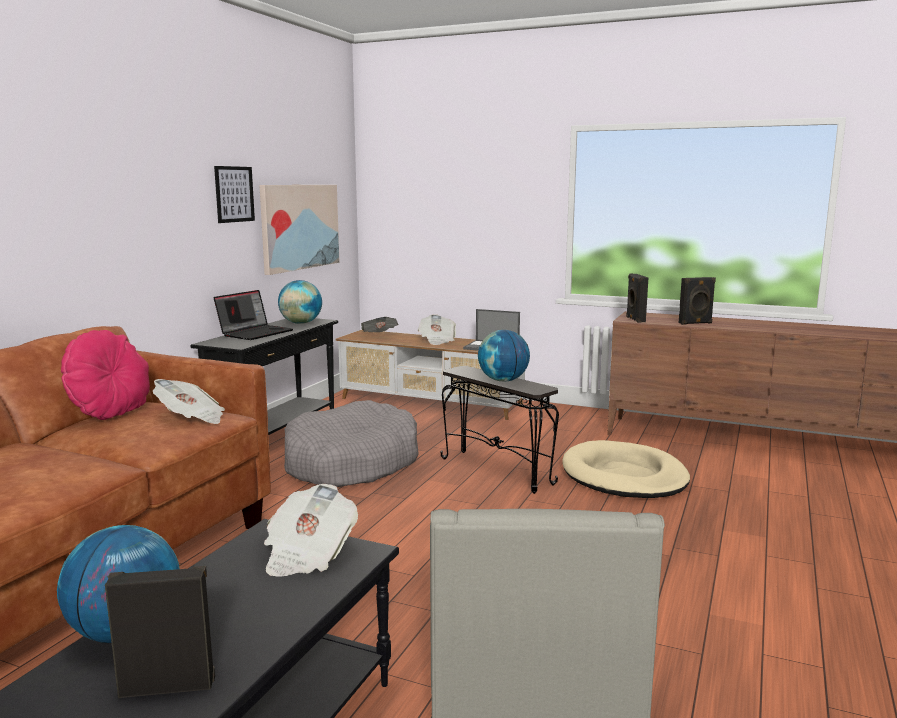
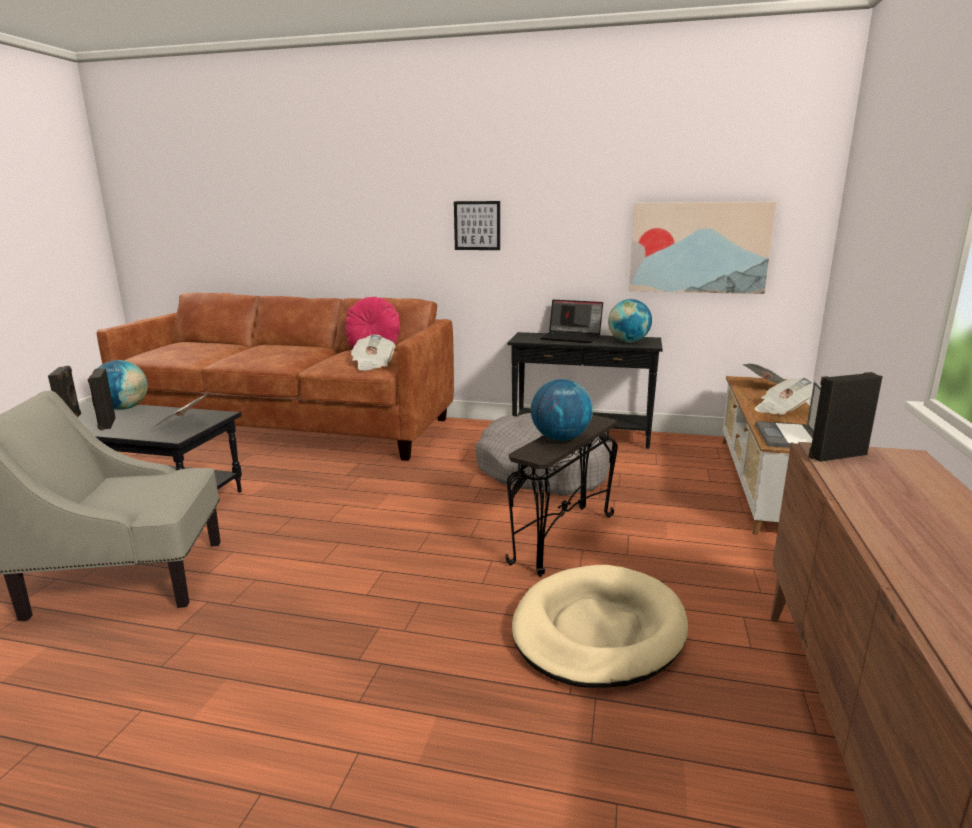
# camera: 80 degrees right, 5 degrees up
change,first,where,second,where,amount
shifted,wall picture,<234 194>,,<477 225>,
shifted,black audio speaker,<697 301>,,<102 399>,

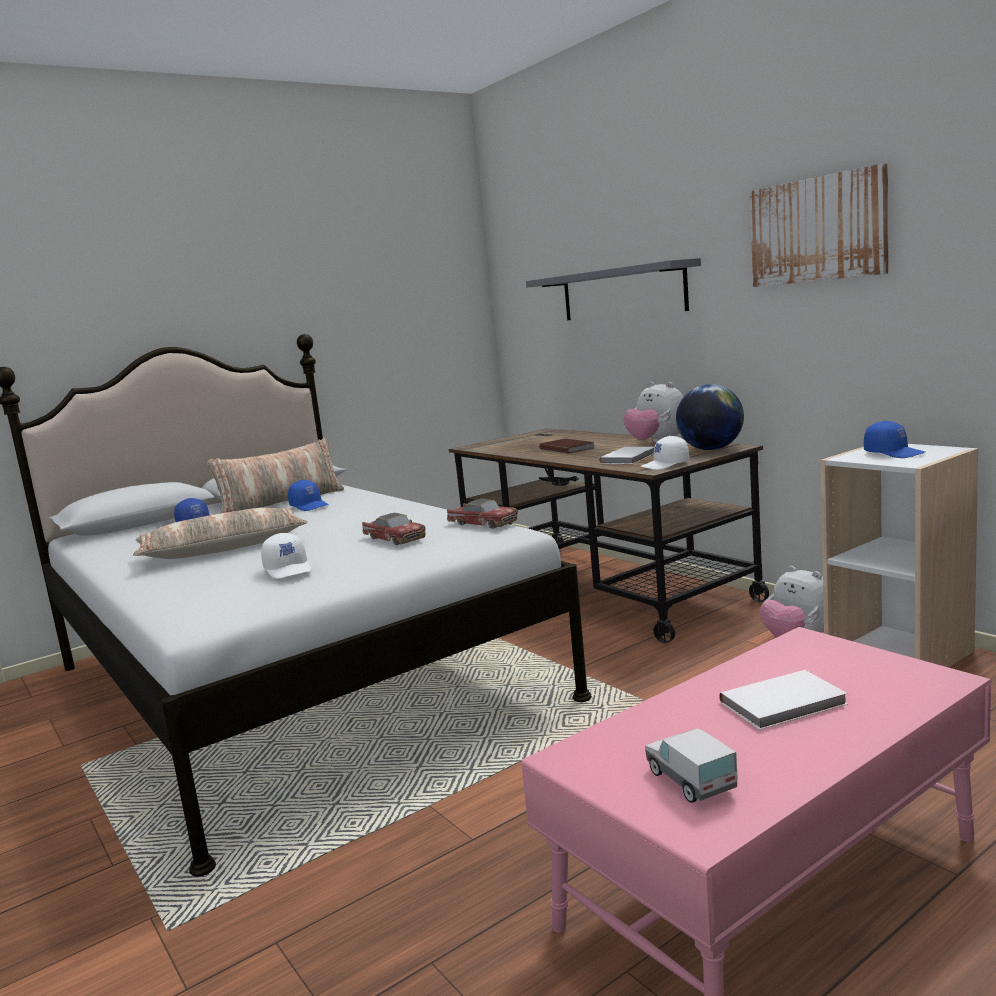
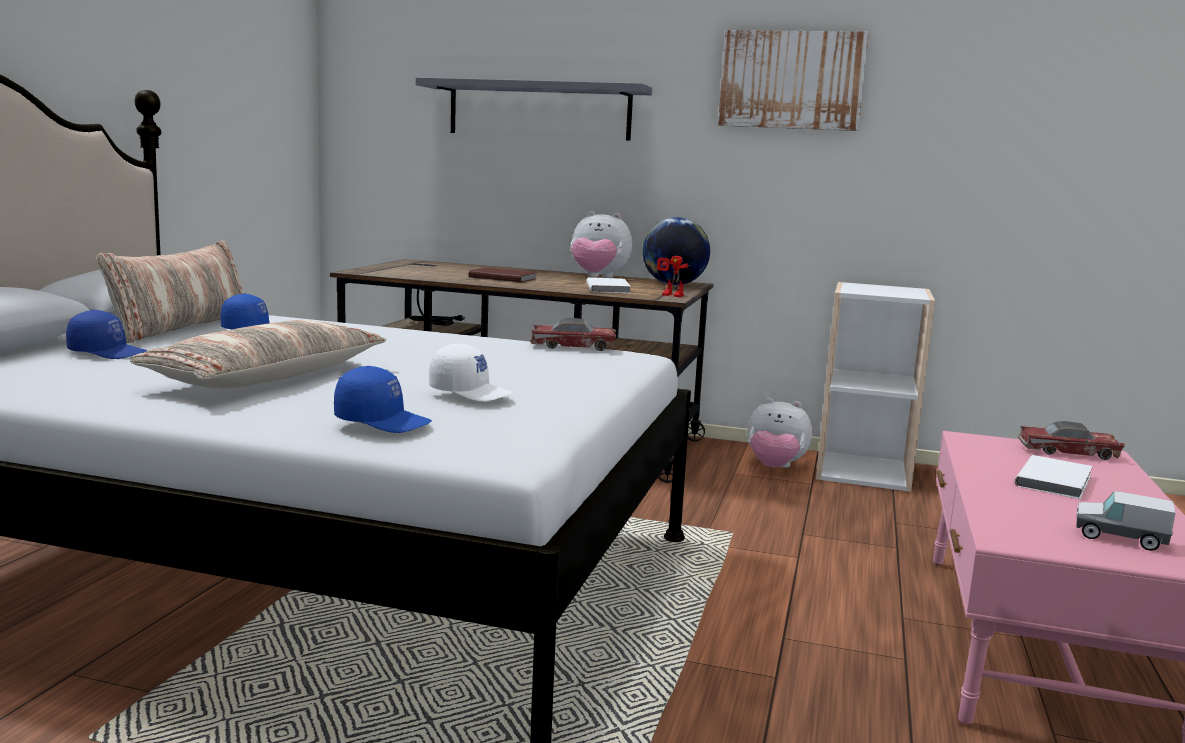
# camera: 40 degrees left, 0 degrees up
change,first,where,second,where,amount
shifted,blue peaked cap,<894 439>,,<383 399>,
swapped,white-coloured peaked cap,<665 453>,toy robot,<674 276>,
shifted,toy car,<393 529>,,<1071 440>,

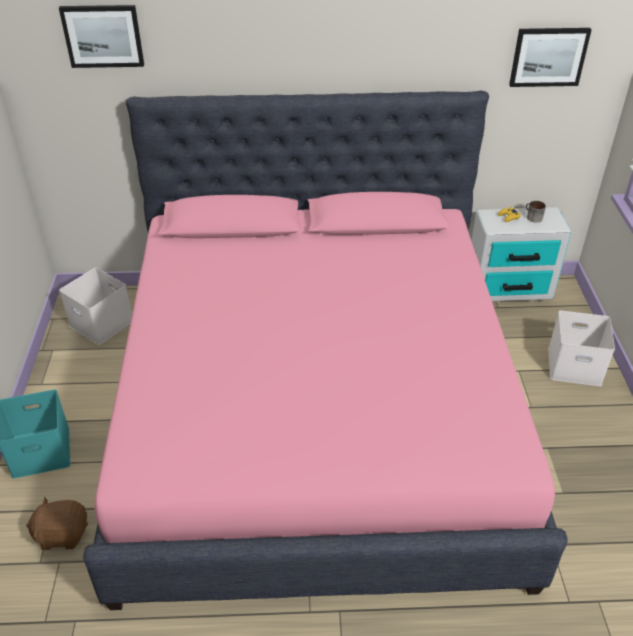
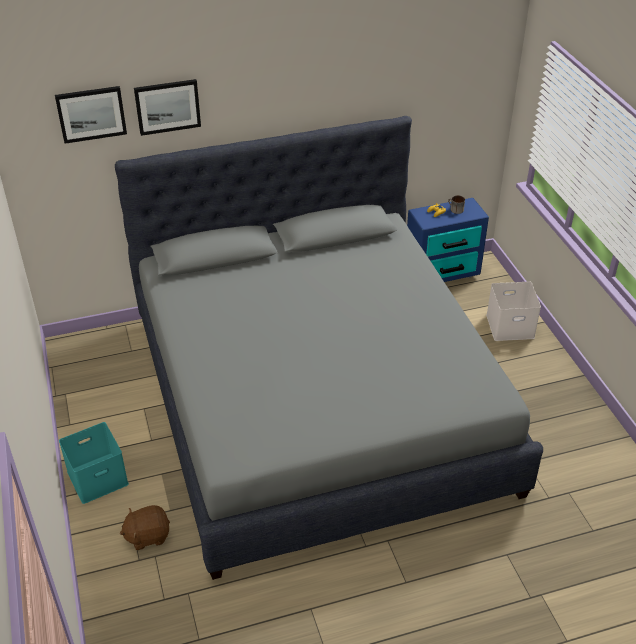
# camera: 15 degrees left, 0 degrees up
change,first,where,second,where,amount
shifted,wall picture,<550 57>,,<167 107>,
repainted,pinkish bed,<325 350>,greyish bed,<329 348>,
repainted,white-coloured bedside table,<521 254>,blue bedside table,<448 240>,
gone,white-coloured storage box,<95 306>,,,

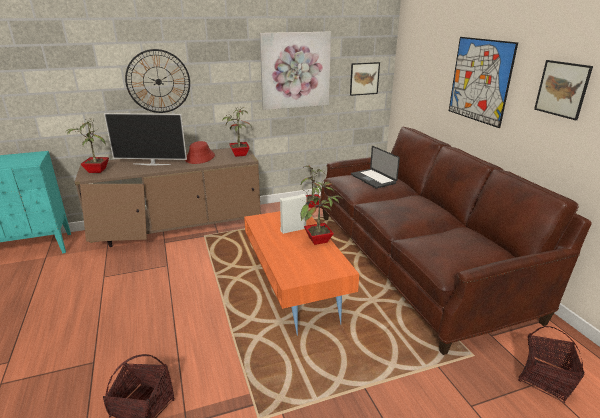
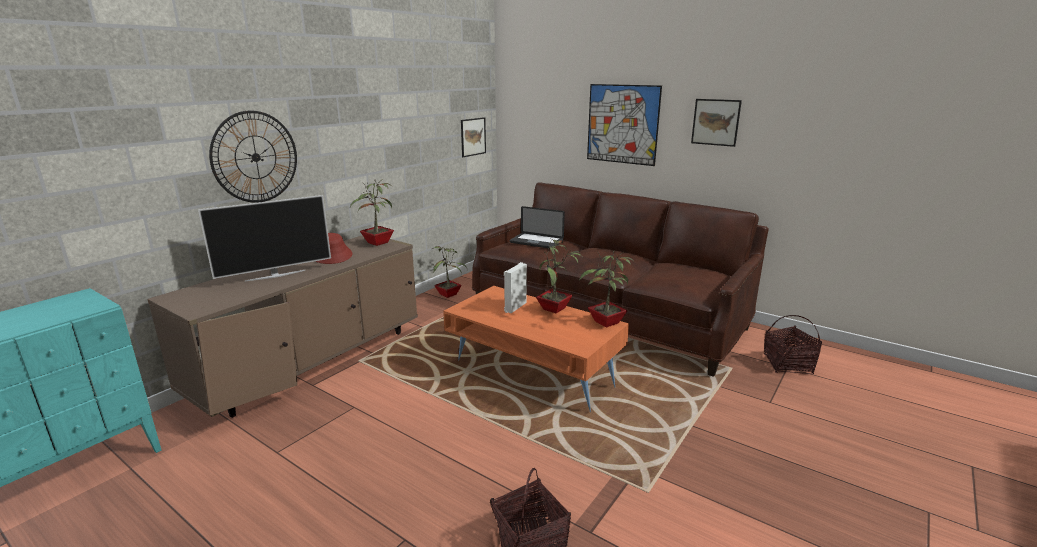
# camera: 35 degrees left, 5 degrees down
change,first,where,second,where,amount
gone,wall picture,<295 71>,,,
shifted,plant in a pot,<88 145>,,<606 289>,

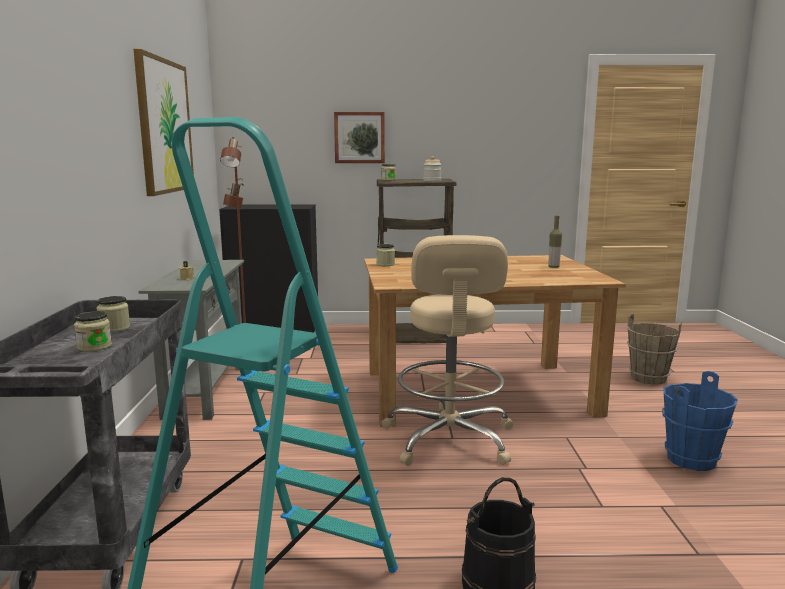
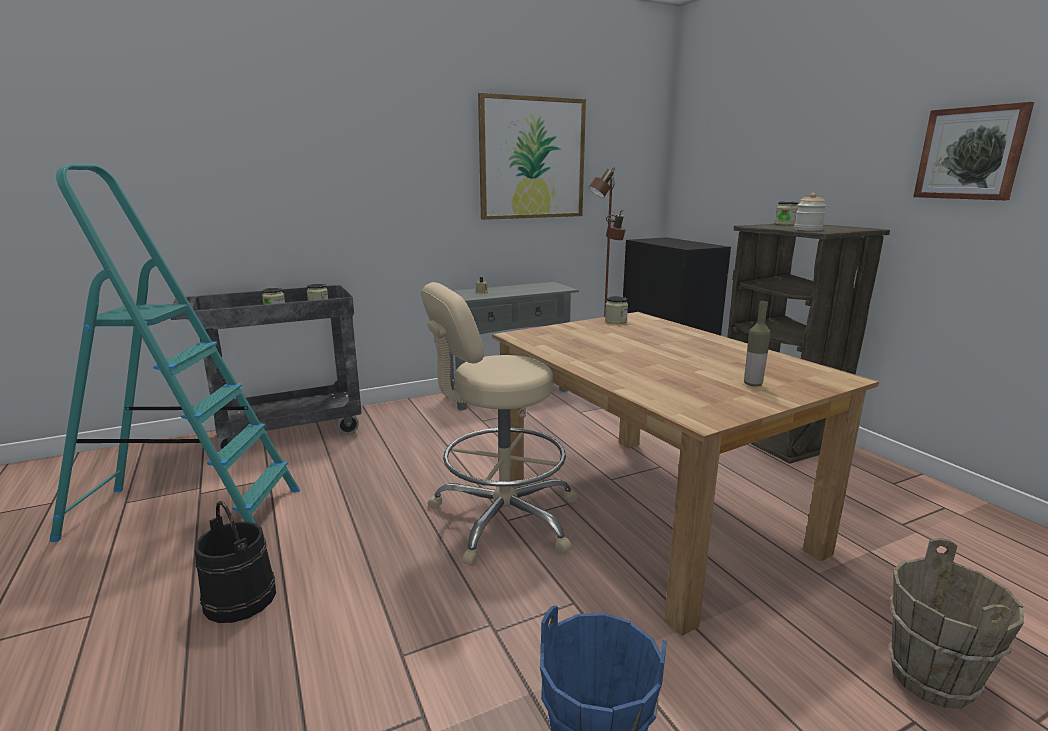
# camera: 65 degrees right, 5 degrees up
change,first,where,second,where,amount
shifted,wall picture,<359 137>,,<973 151>,

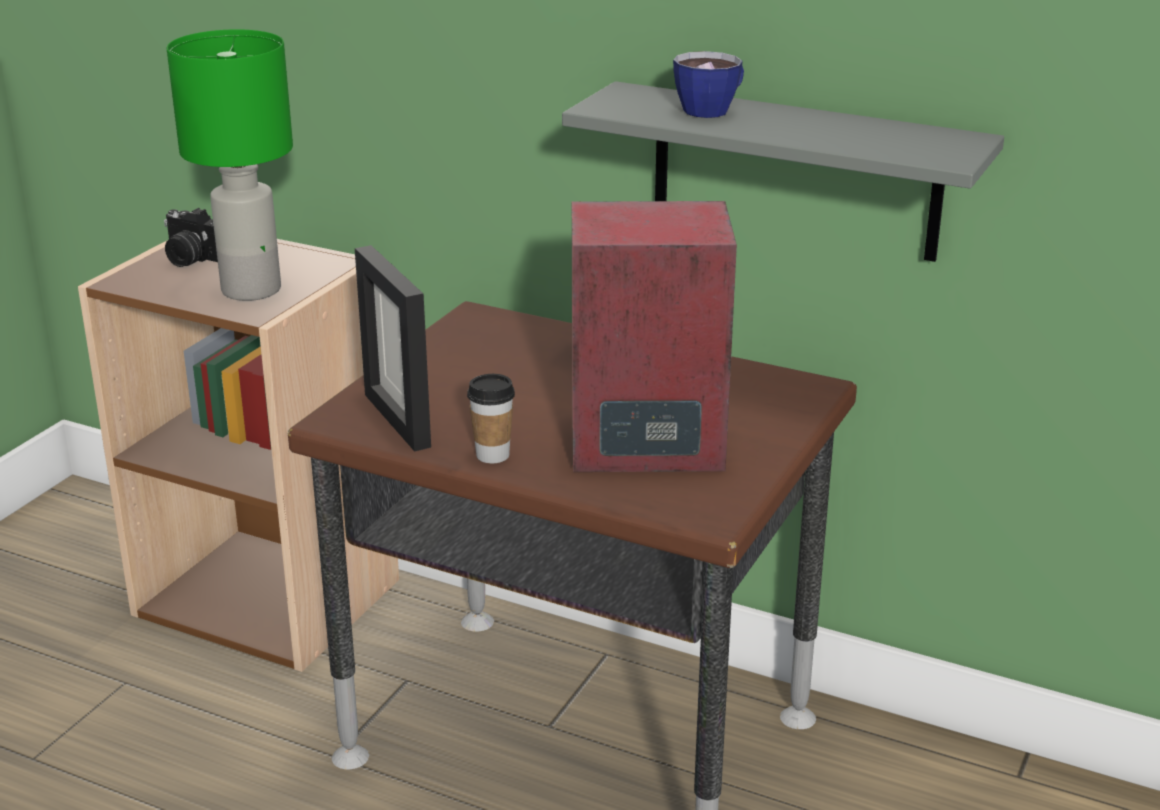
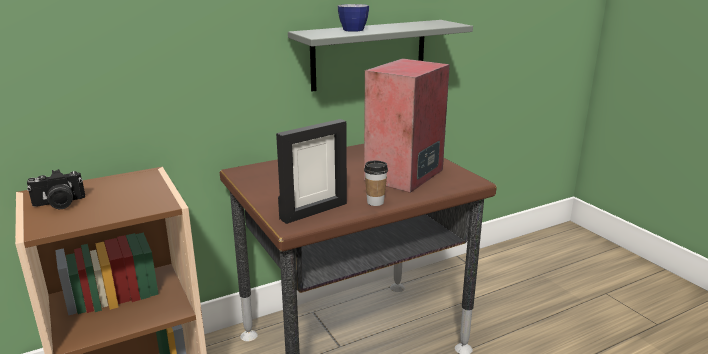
# camera: 55 degrees left, 5 degrees down
change,first,where,second,where,amount
gone,greenish lamp for a table,<229 165>,,,
rotated,photo frame,<393 348>,,<311 171>,45 degrees counterclockwise

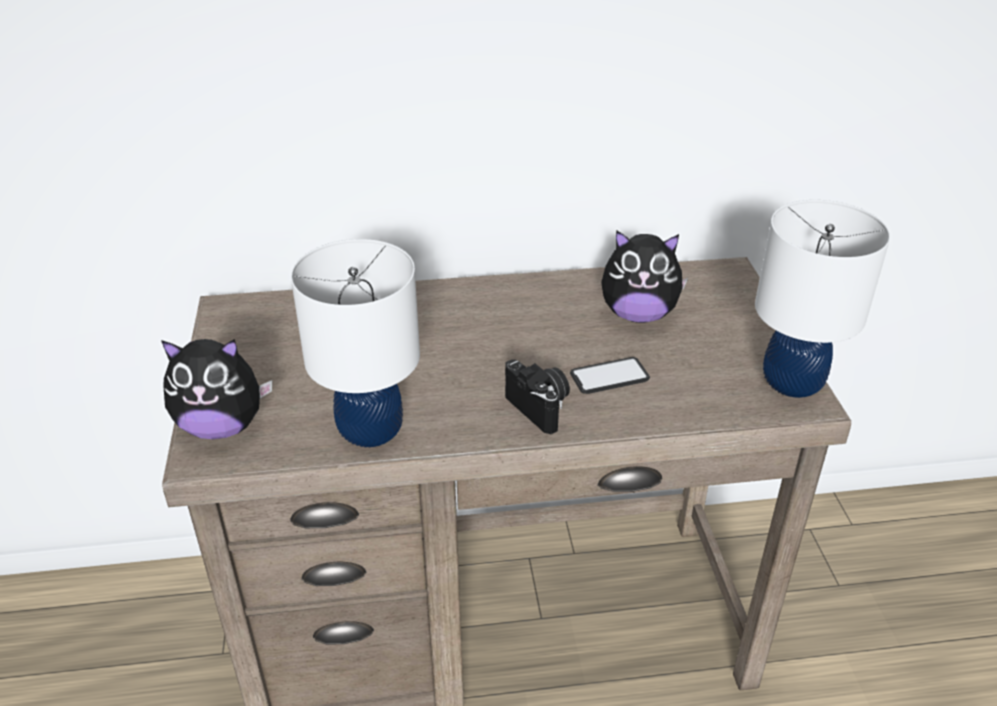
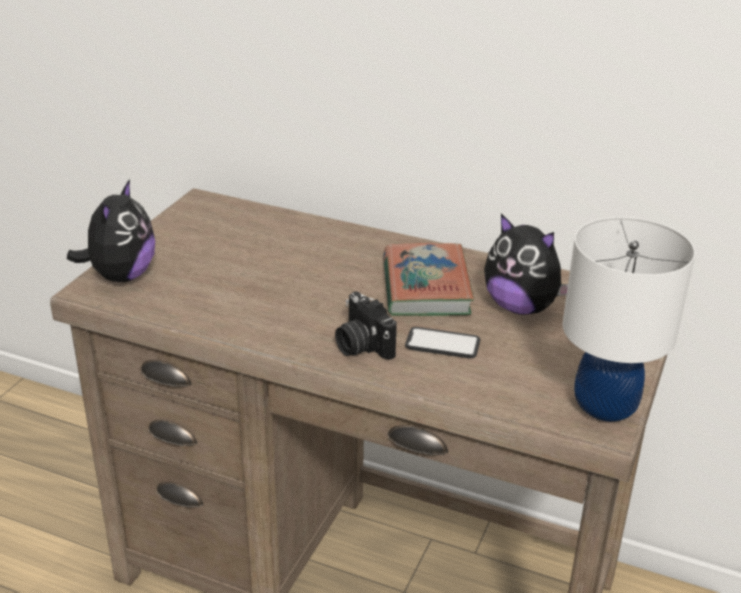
# camera: 30 degrees right, 5 degrees down
change,first,where,second,where,amount
gone,white-coloured lamp for a table,<355 343>,,,
rotated,cuddly toy,<216 389>,,<111 230>,105 degrees counterclockwise
rotated,still camera,<537 397>,,<365 325>,150 degrees clockwise
new,,,volume,<428 279>,

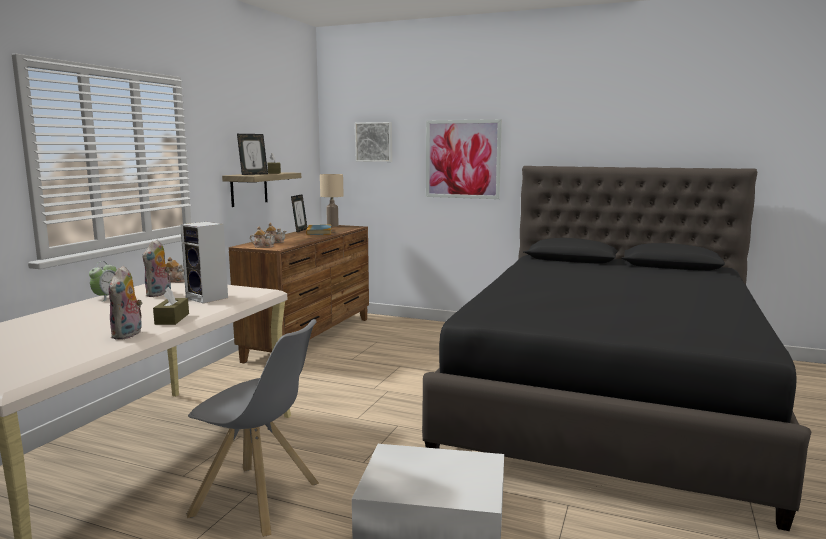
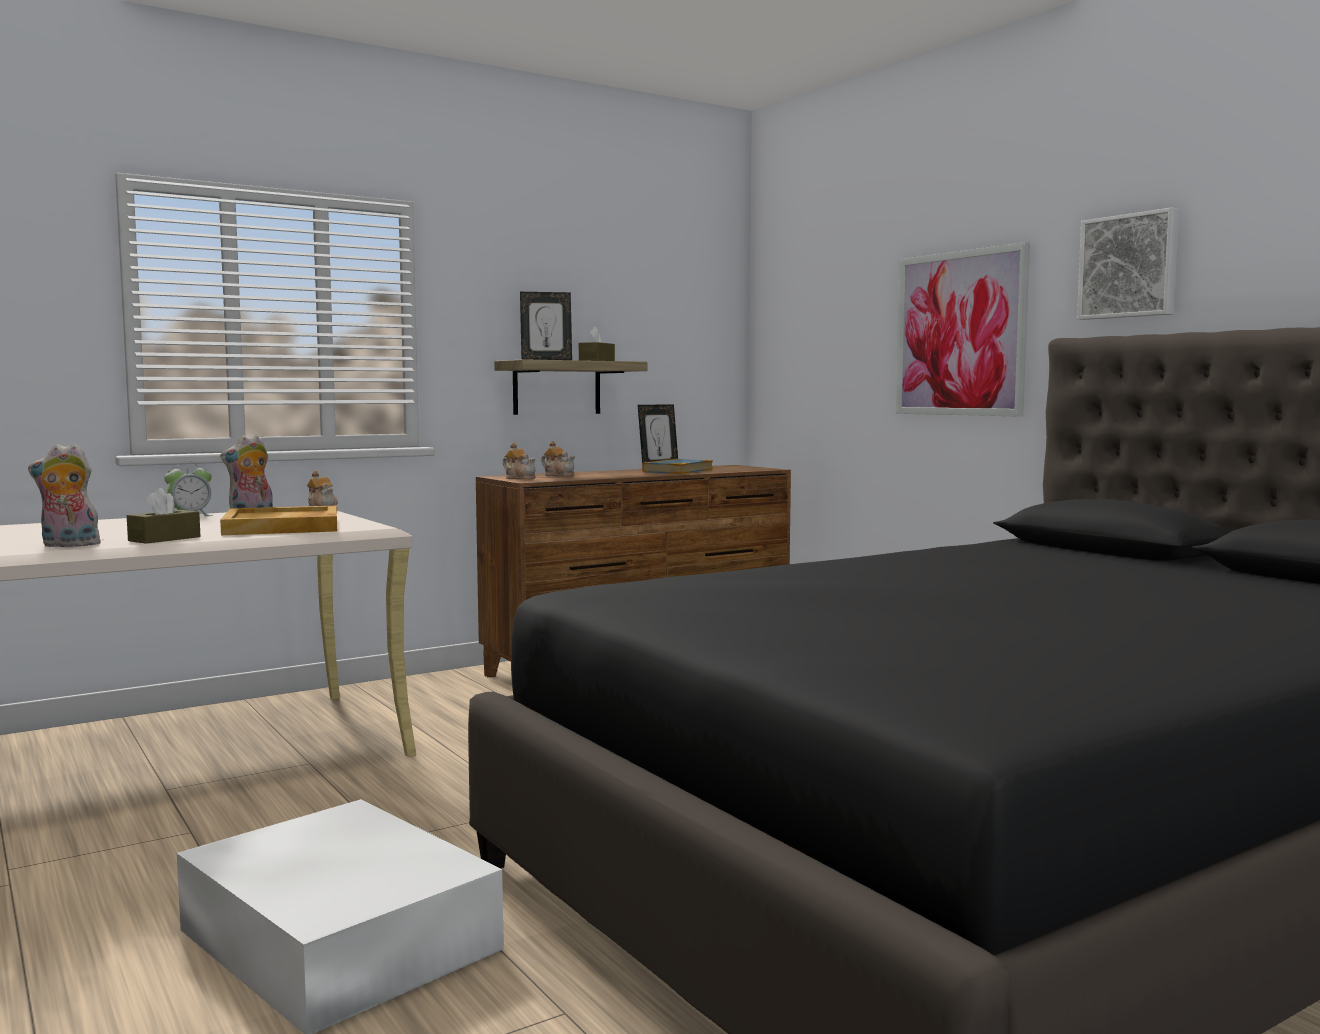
# camera: 35 degrees right, 5 degrees down
change,first,where,second,where,amount
shifted,wall picture,<373 142>,,<1128 263>,
gone,sand-coloured lamp for a table,<332 200>,,,
swapped,audio speaker,<204 263>,sand-coloured serving tray,<278 520>,
rotated,cuddly toy,<125 303>,,<66 495>,45 degrees clockwise
gone,greyish chair,<253 428>,,,

